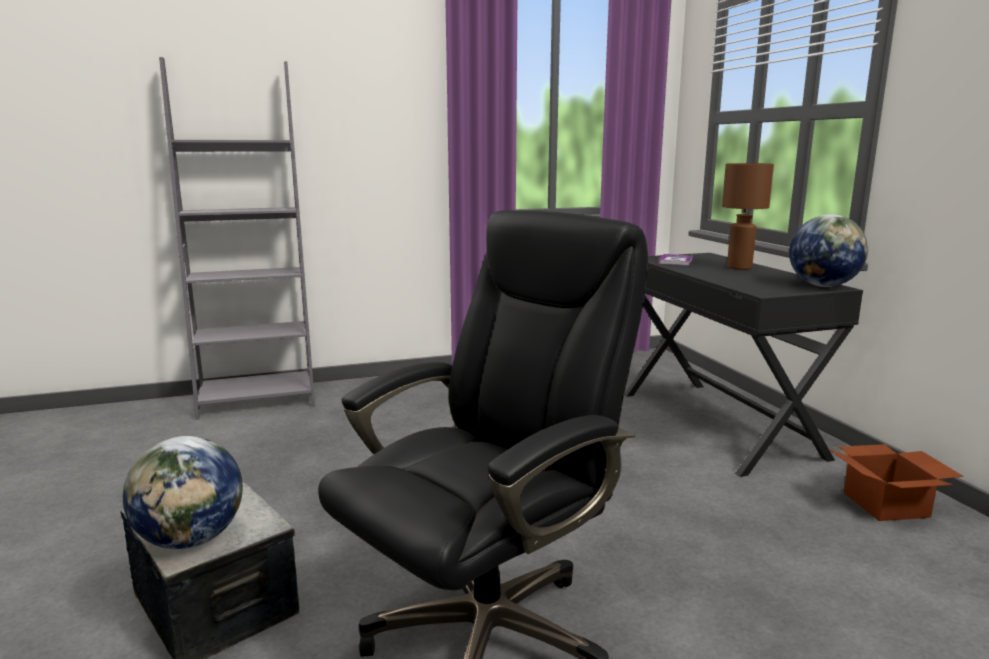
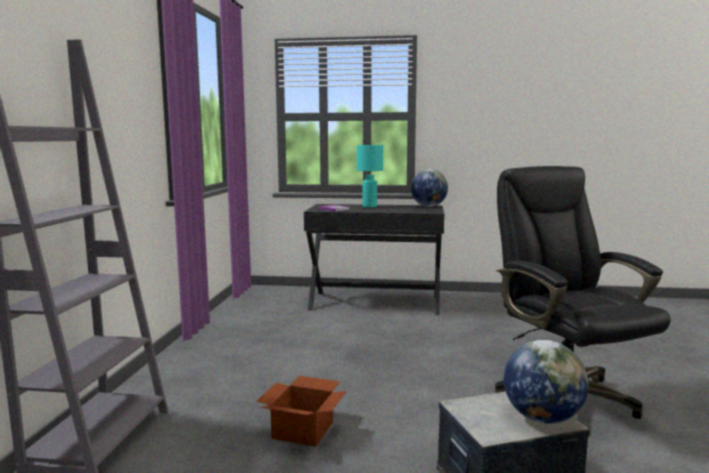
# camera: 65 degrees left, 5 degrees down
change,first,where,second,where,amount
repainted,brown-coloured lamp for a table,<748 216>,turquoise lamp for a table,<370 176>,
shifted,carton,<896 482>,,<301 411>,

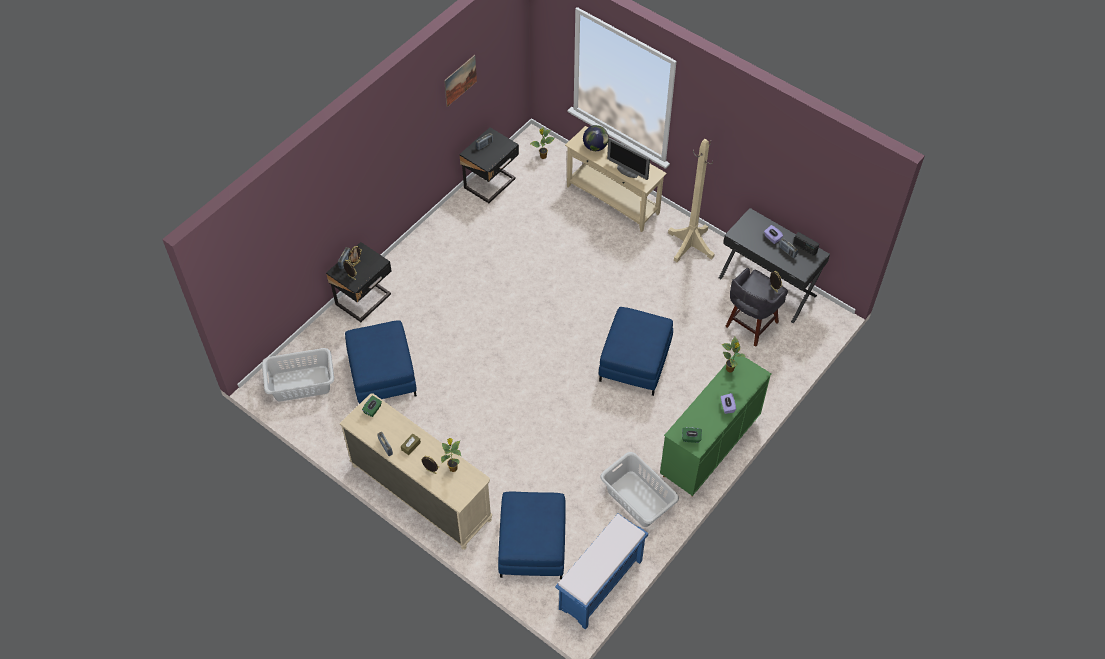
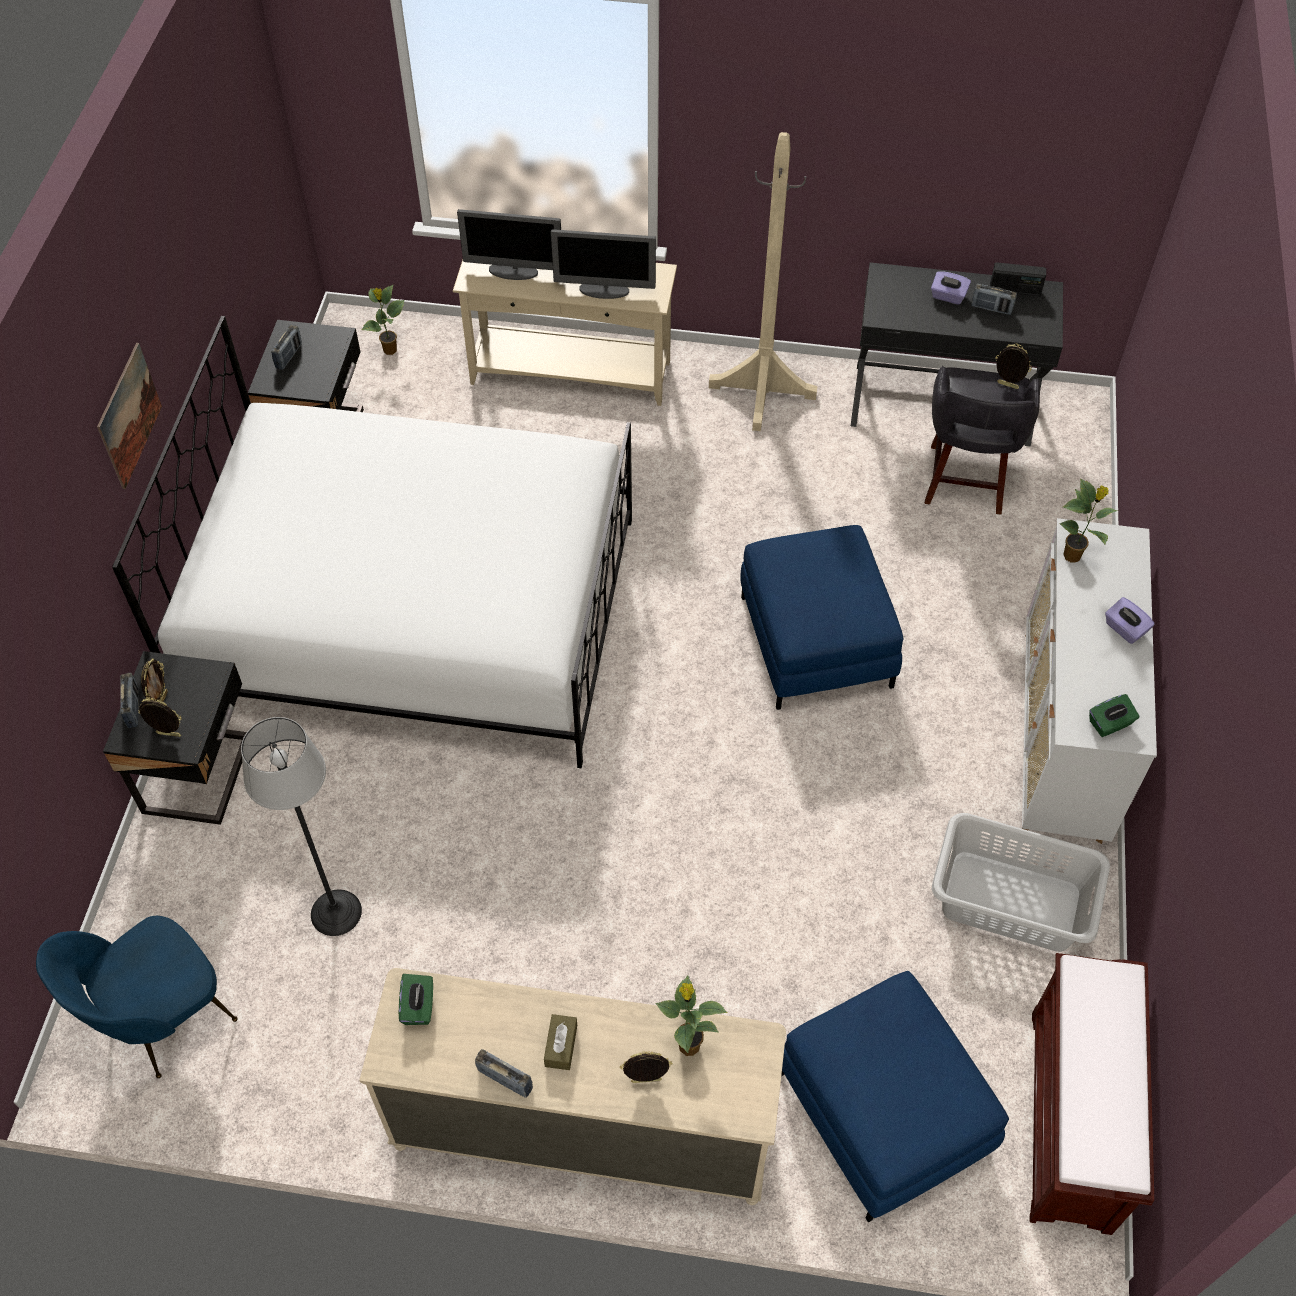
# camera: 30 degrees left, 0 degrees up
change,first,where,second,where,amount
shifted,wall picture,<460 81>,,<129 416>,
swapped,world globe,<596 138>,computer screen,<509 244>,
swapped,blue pouffe,<381 362>,standard lamp,<301 826>,
swapped,greyish washing basket,<298 374>,blue chair,<137 997>,
repainted,greenish storage cabinet,<715 425>,white-coloured storage cabinet,<1089 681>,
repainted,blue indoor bench,<601 571>,brown-coloured indoor bench,<1092 1094>,
new,,,white-coloured bed,<372 542>,

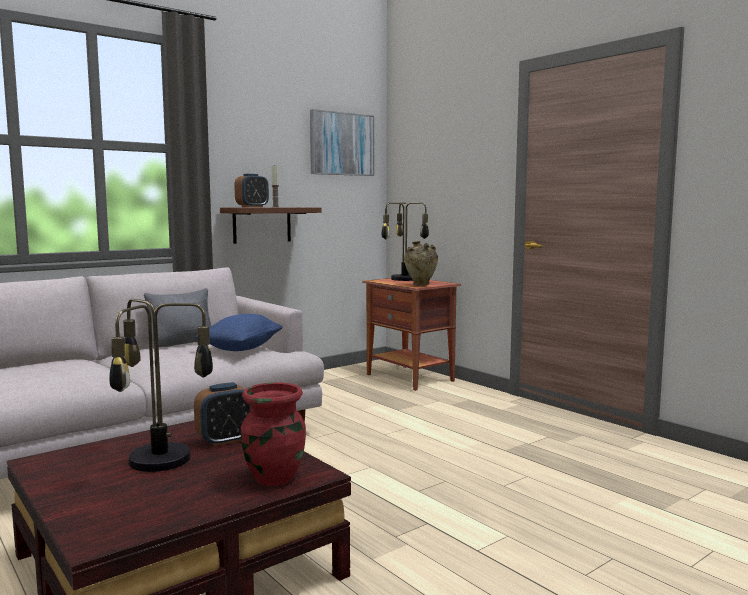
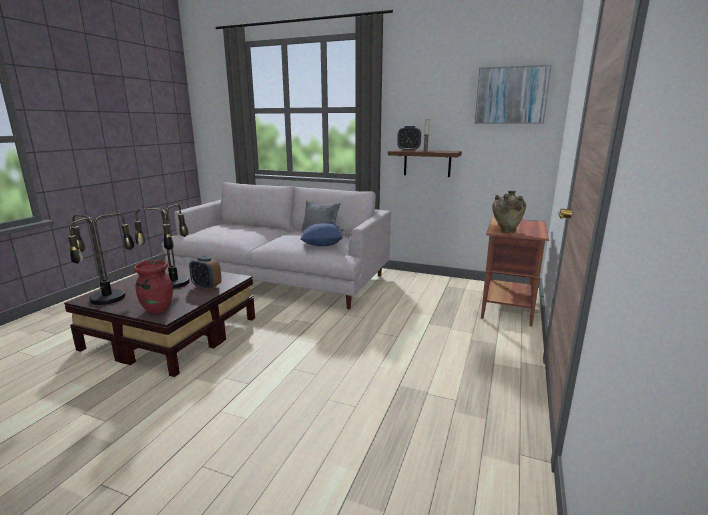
# camera: 60 degrees right, 10 degrees up
change,first,where,second,where,amount
shifted,lamp for a table,<405 241>,,<101 259>,

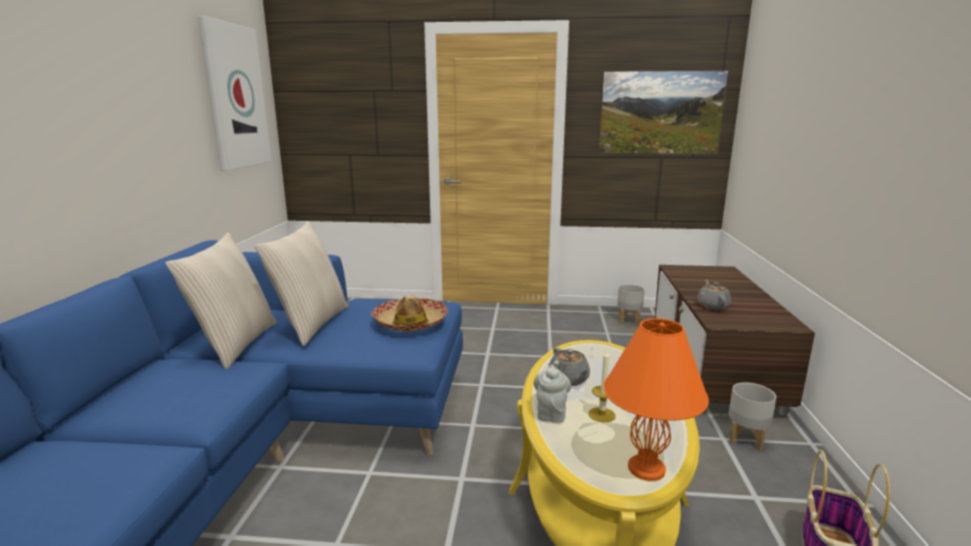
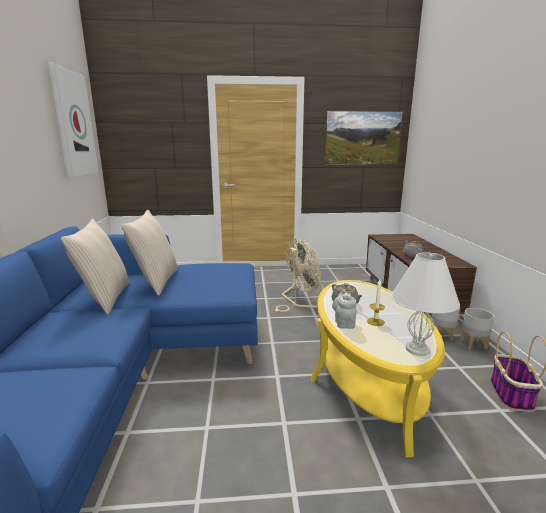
# camera: 10 degrees left, 0 degrees up
change,first,where,second,where,amount
shifted,greyish plant pot,<631 304>,,<477 329>,
gone,wearable hat,<409 313>,,,
repainted,orange-coloured lamp for a table,<656 399>,white-coloured lamp for a table,<425 304>,
new,,,sand-coloured fan,<298 275>,

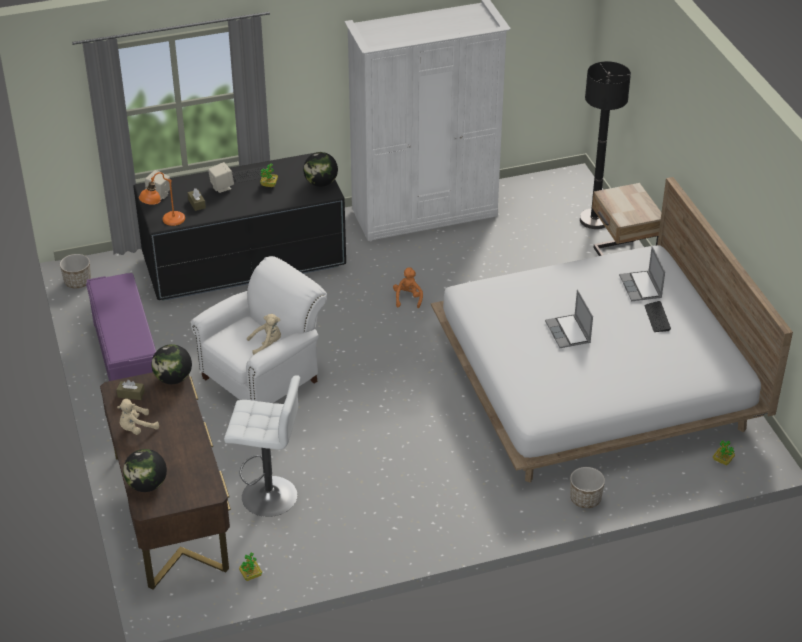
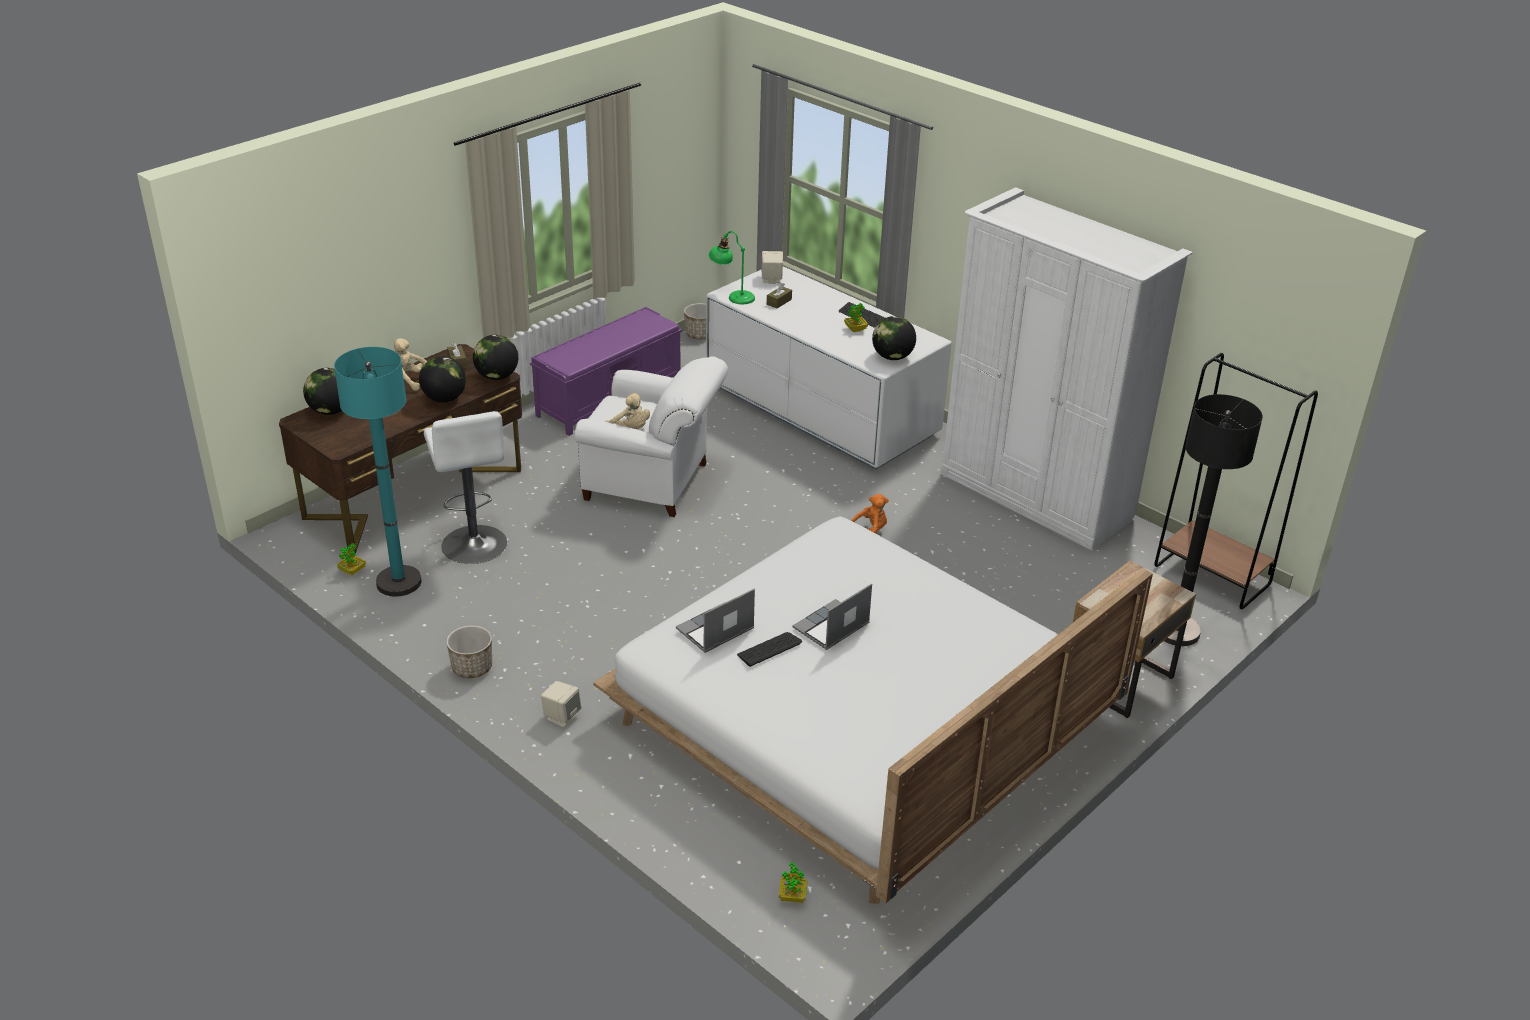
# camera: 60 degrees right, 5 degrees down
change,first,where,second,where,amount
repainted,black dresser,<239 226>,white-coloured dresser,<829 368>,
shifted,sand-coloured audio speaker,<221 177>,,<561 704>,
repainted,orange-coloured lamp for a table,<162 199>,greenish lamp for a table,<731 267>,
shifted,laptop,<642 273>,,<715 621>,
shifted,computer keyboard,<657 316>,,<769 649>,
shifted,plant pot,<587 487>,,<469 651>,
new,,,turquoise standard lamp,<378 472>,
new,,,garment stand,<1236 481>,
new,,,world globe,<442 379>,

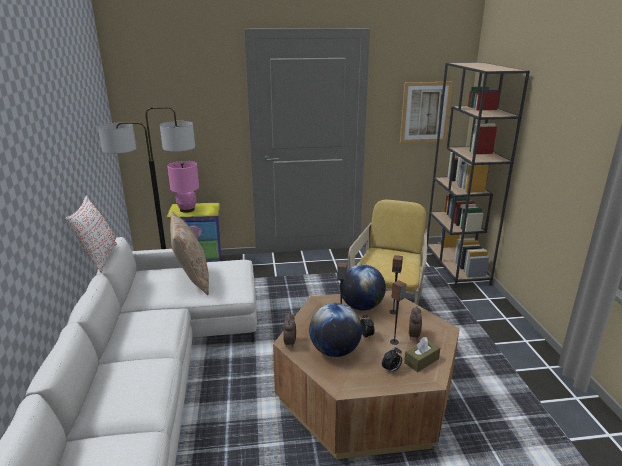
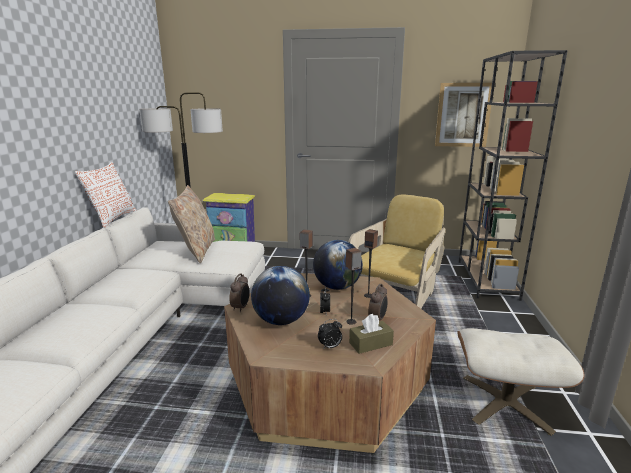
# camera: 15 degrees right, 5 degrees down
change,first,where,second,where,amount
gone,pinkish lamp for a table,<183 187>,,,
new,,,sand-coloured pouffe,<520 382>,

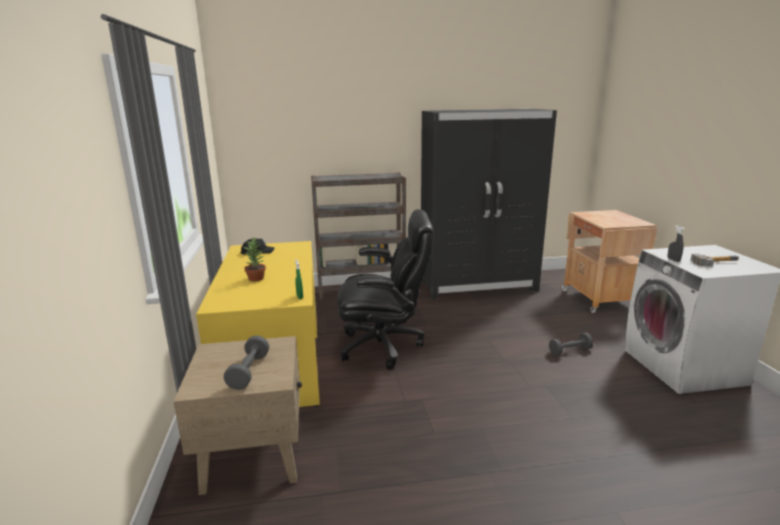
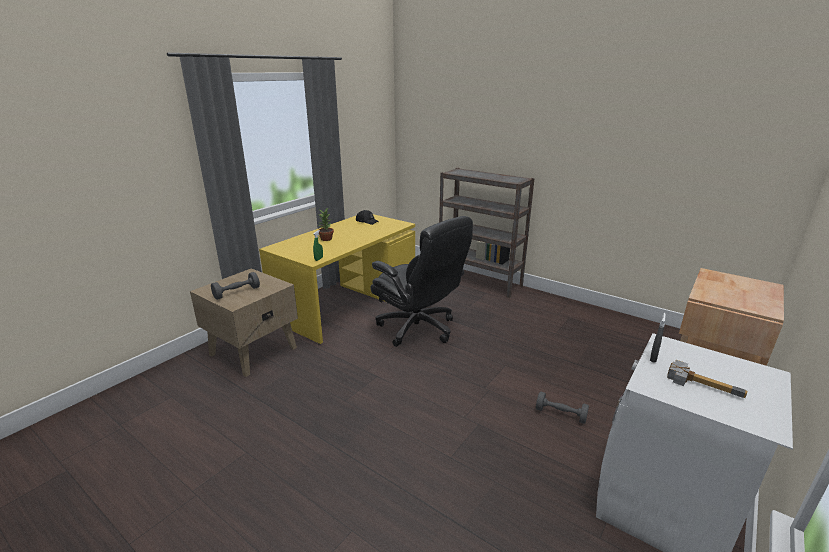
# camera: 45 degrees right, 5 degrees up
change,first,where,second,where,amount
gone,black storage cabinet,<489 204>,,,

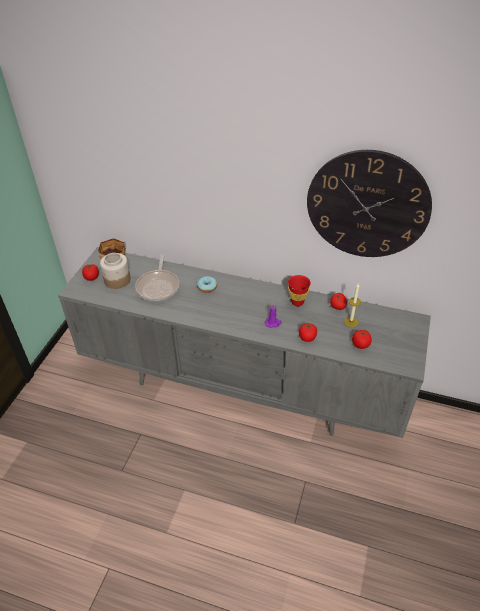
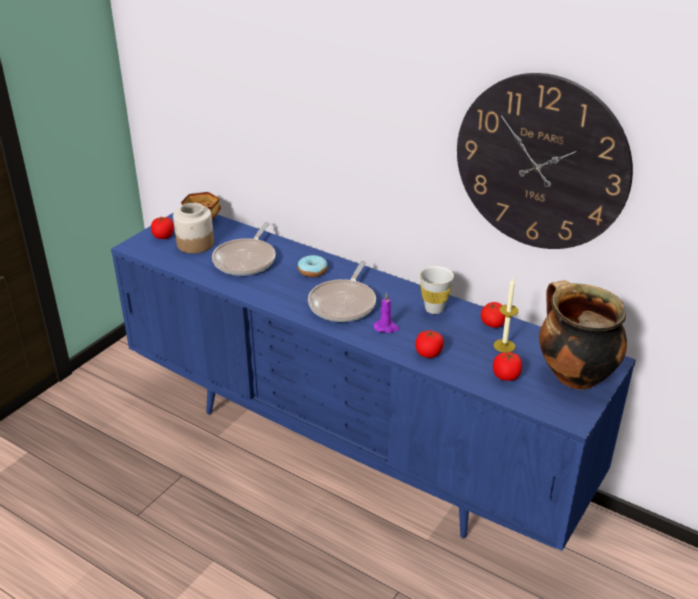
# camera: 15 degrees right, 10 degrees down
change,first,where,second,where,amount
repainted,greyish storage cabinet,<244 342>,blue storage cabinet,<373 382>,
repainted,red drinking cup,<299 290>,white-coloured drinking cup,<437 290>,
new,,,skillet,<342 291>,
new,,,saucepot,<583 335>,

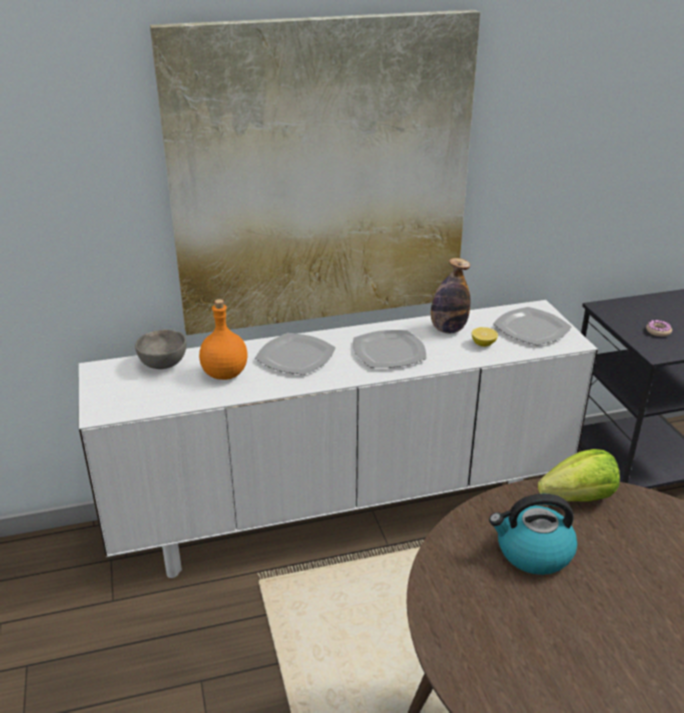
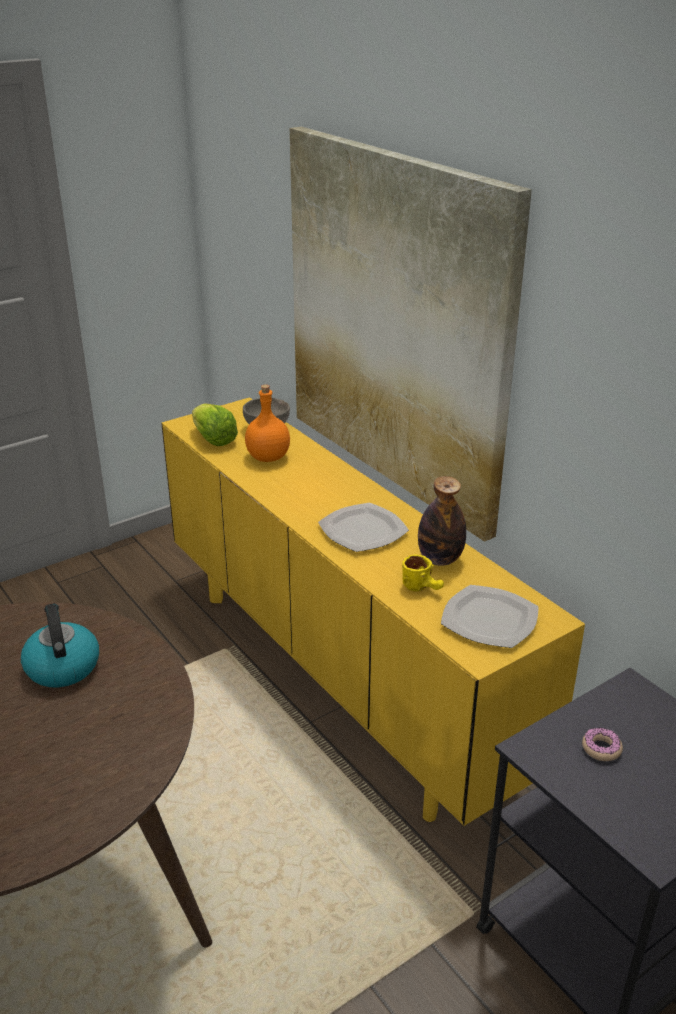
# camera: 70 degrees right, 0 degrees up
change,first,where,second,where,amount
repainted,white-coloured storage cabinet,<338 439>,yellow-coloured storage cabinet,<373 611>,
swapped,lemon,<485 337>,yellow-coloured tea mug,<423 572>,
gone,flat dish,<295 354>,,,
shifted,head of lettuce,<579 475>,,<215 425>,

